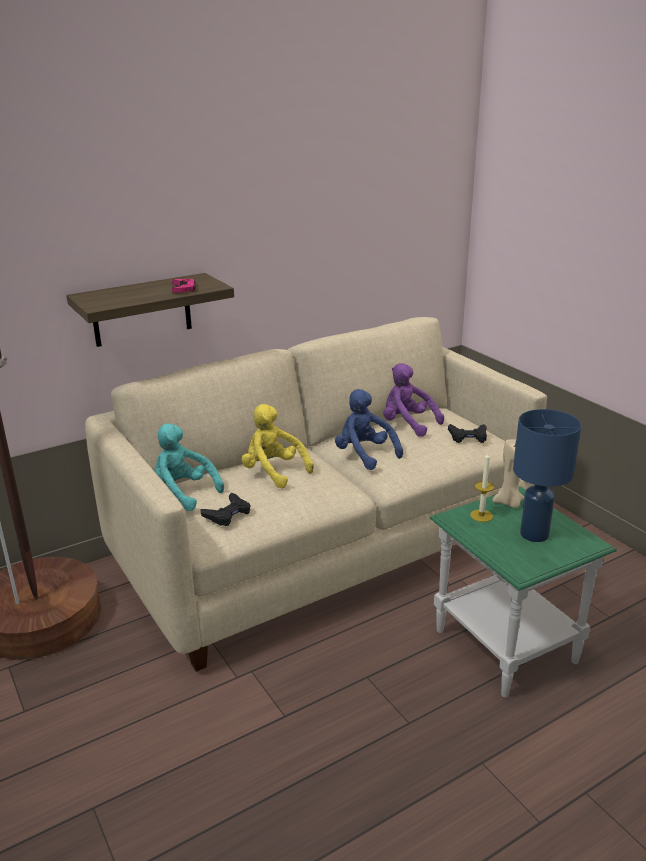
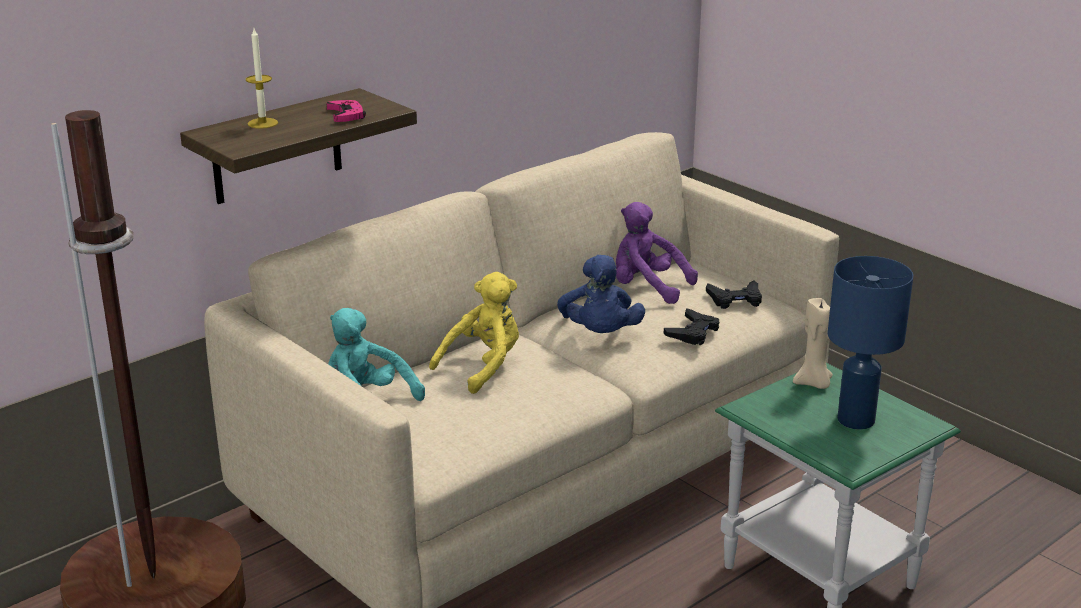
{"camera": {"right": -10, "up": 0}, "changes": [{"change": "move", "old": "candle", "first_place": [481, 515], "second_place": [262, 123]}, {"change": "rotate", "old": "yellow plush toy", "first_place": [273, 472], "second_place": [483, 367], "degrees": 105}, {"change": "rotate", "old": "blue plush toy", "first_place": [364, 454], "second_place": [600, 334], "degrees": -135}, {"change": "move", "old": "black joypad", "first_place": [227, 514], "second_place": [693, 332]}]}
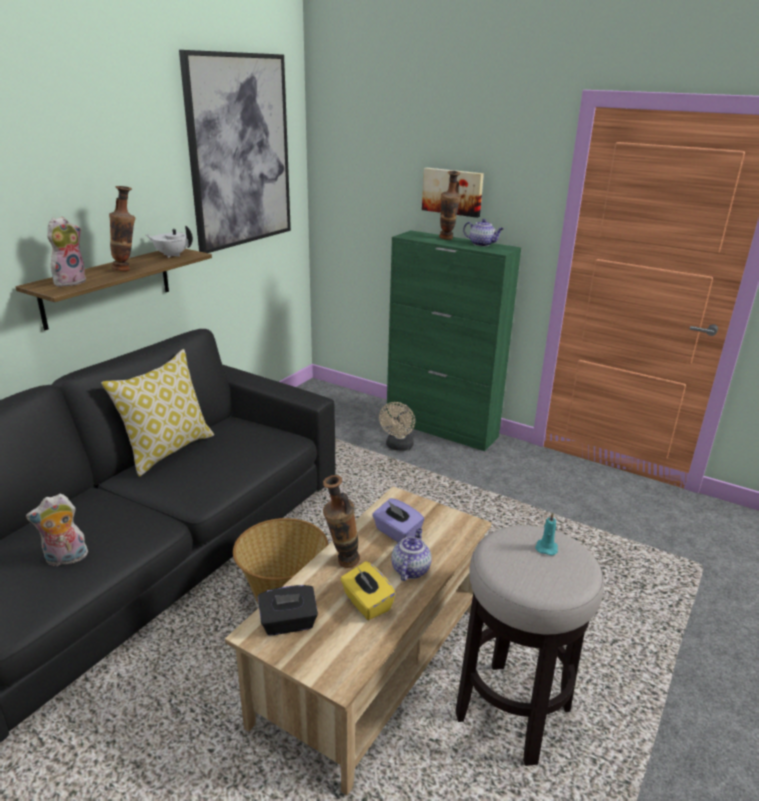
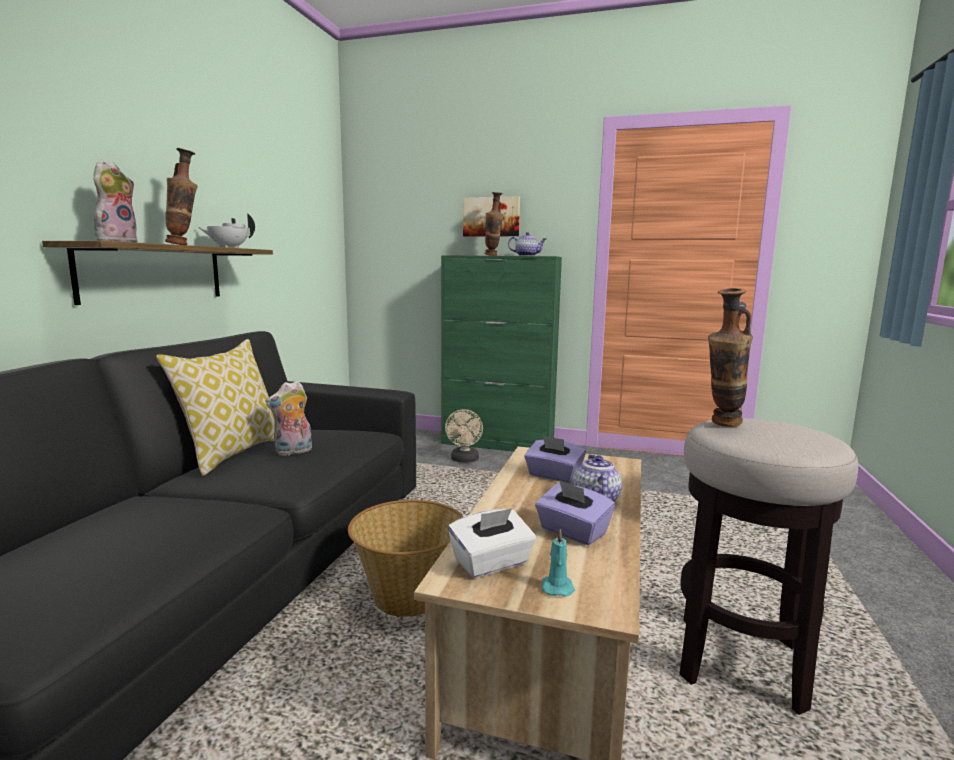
{"camera": {"right": -15, "up": -15}, "changes": [{"change": "move", "old": "plush toy", "first_place": [65, 559], "second_place": [293, 452]}, {"change": "recolor", "old": "black box of tissues", "new": "white-coloured box of tissues", "first_place": [288, 623], "second_place": [491, 563]}, {"change": "recolor", "old": "yellow box of tissues", "new": "purple box of tissues", "first_place": [366, 603], "second_place": [572, 532]}, {"change": "move", "old": "turquoise-coloured candle", "first_place": [546, 547], "second_place": [557, 587]}, {"change": "move", "old": "decorative vase", "first_place": [341, 563], "second_place": [722, 425]}, {"change": "delete", "old": "picture", "first_place": [239, 152]}]}
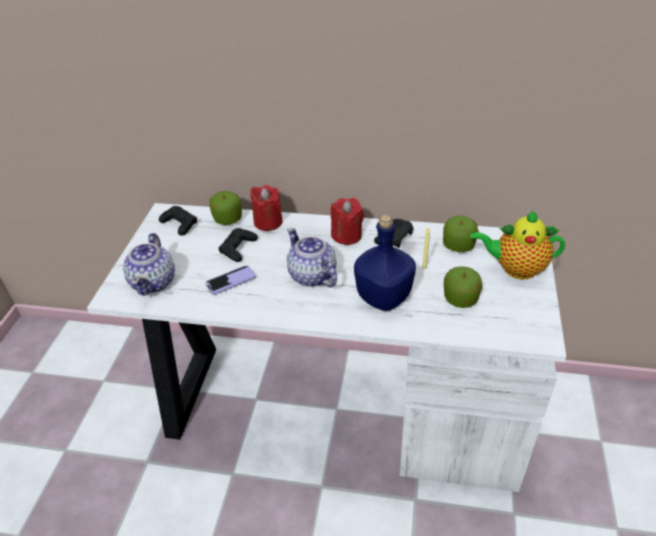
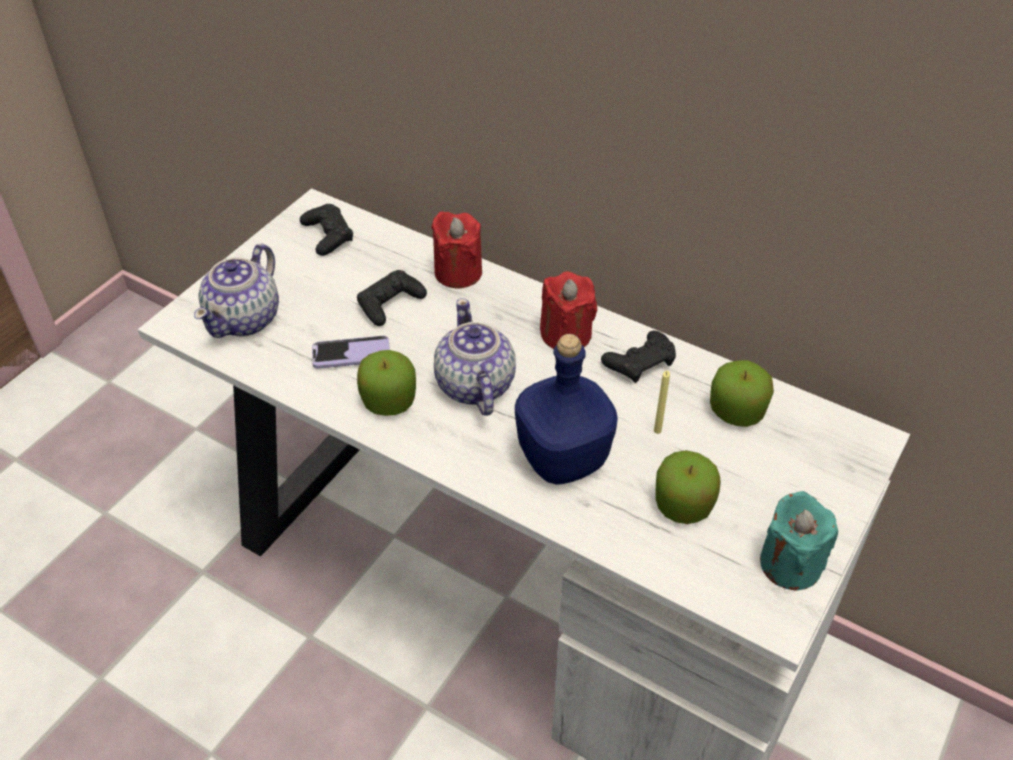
{"camera": {"right": 20, "up": 5}, "changes": [{"change": "move", "old": "apple fruit", "first_place": [228, 219], "second_place": [389, 400]}, {"change": "insert", "new": "turquoise-coloured candle", "second_place": [790, 564]}, {"change": "delete", "old": "teapot", "first_place": [515, 269]}]}
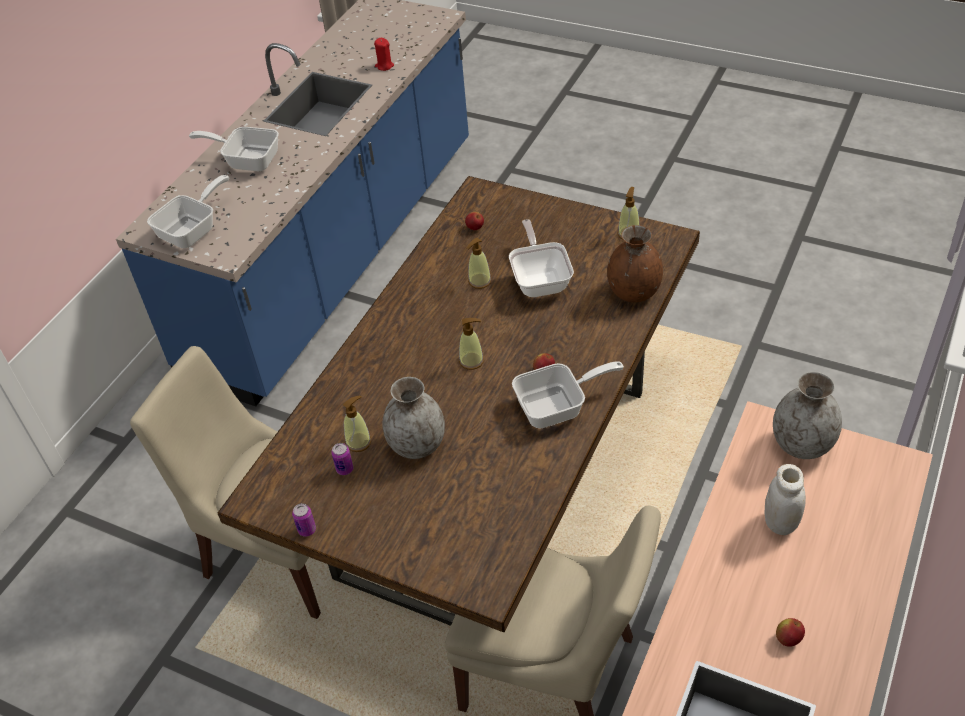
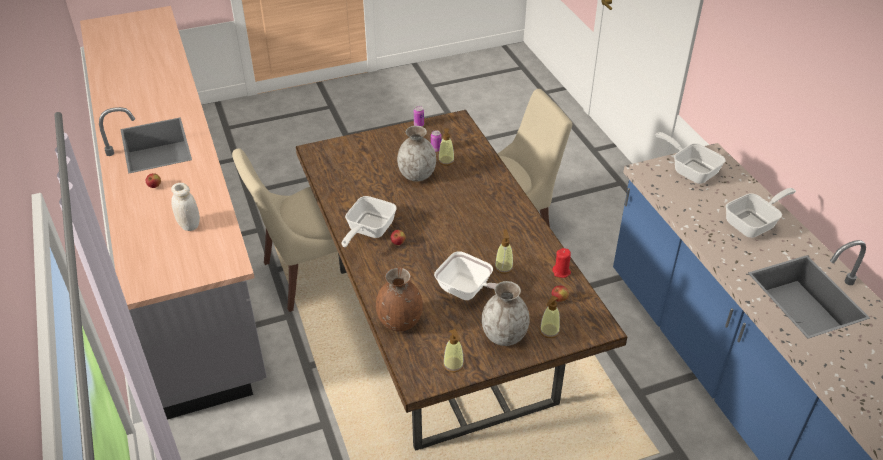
{"camera": {"right": 130, "up": -5}, "changes": [{"change": "move", "old": "grey decorative vase", "first_place": [801, 444], "second_place": [504, 336]}, {"change": "move", "old": "soap dispenser", "first_place": [471, 361], "second_place": [549, 331]}, {"change": "move", "old": "reddish candle", "first_place": [384, 66], "second_place": [561, 272]}, {"change": "rotate", "old": "pan", "first_place": [193, 230], "second_place": [690, 170], "degrees": 150}]}
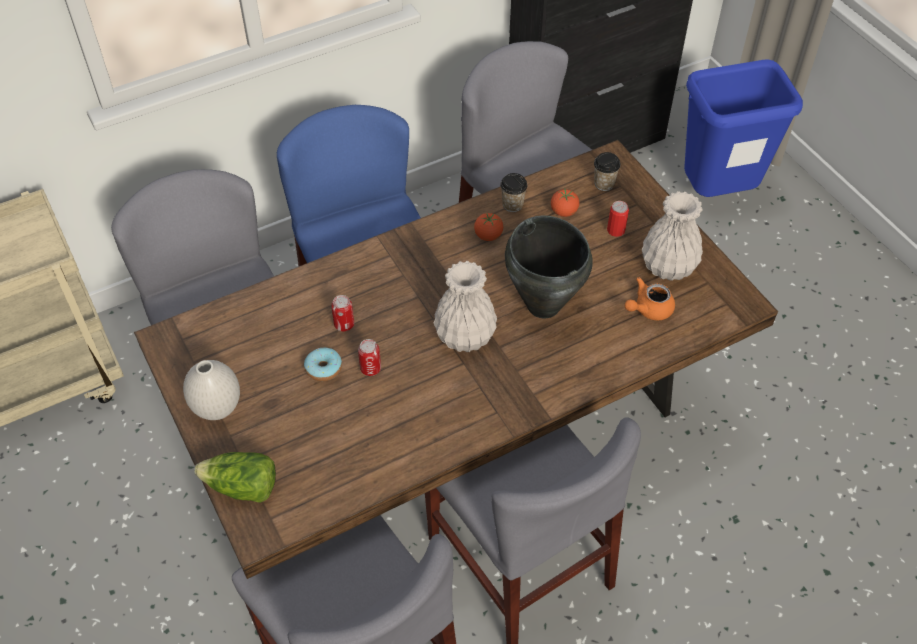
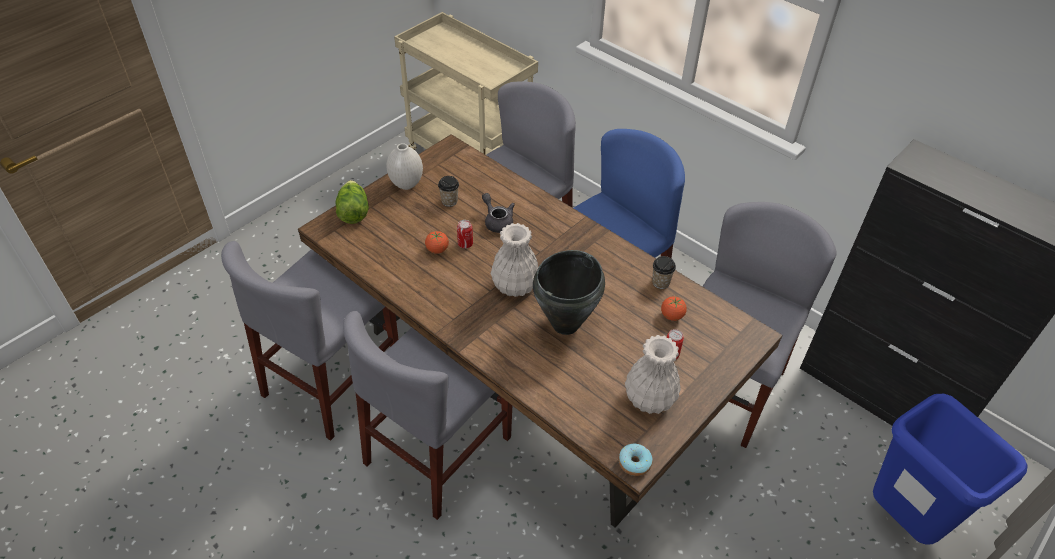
{"camera": {"right": 70, "up": -5}, "changes": [{"change": "move", "old": "fresh tomato", "first_place": [488, 236], "second_place": [437, 250]}, {"change": "move", "old": "small cup", "first_place": [604, 184], "second_place": [449, 201]}, {"change": "replace", "old": "can", "new": "grey teapot", "first_place": [344, 324], "second_place": [497, 221]}, {"change": "move", "old": "ring doughnut", "first_place": [323, 368], "second_place": [634, 463]}, {"change": "delete", "old": "orange-coloured teapot", "first_place": [648, 309]}]}
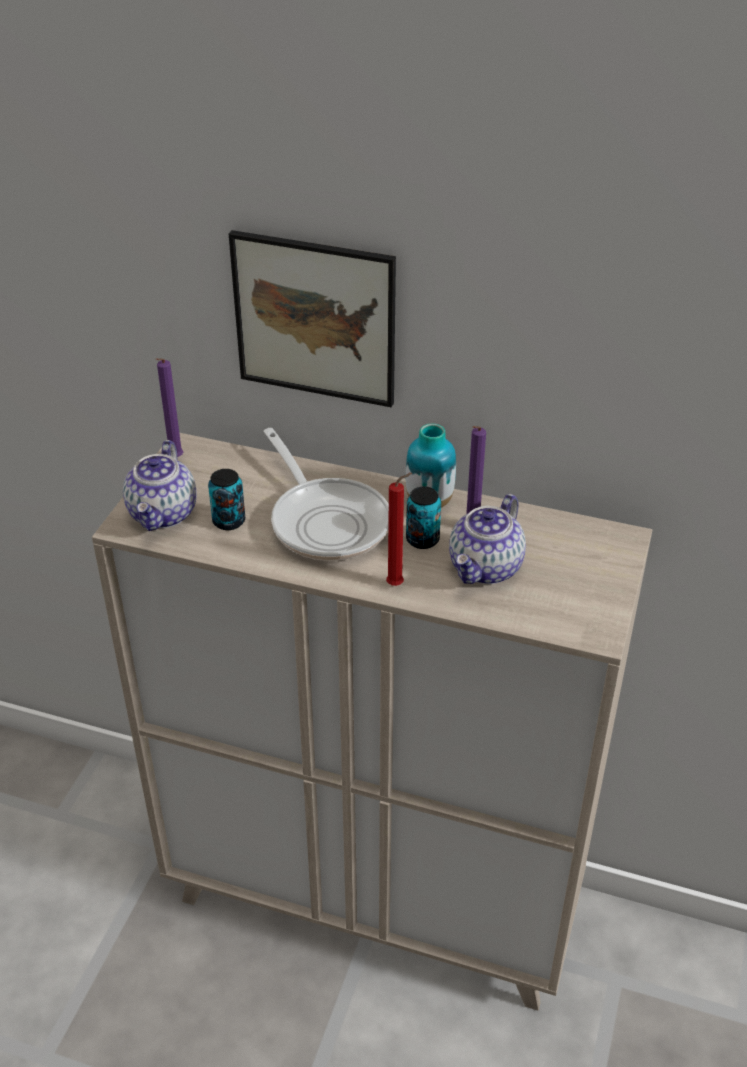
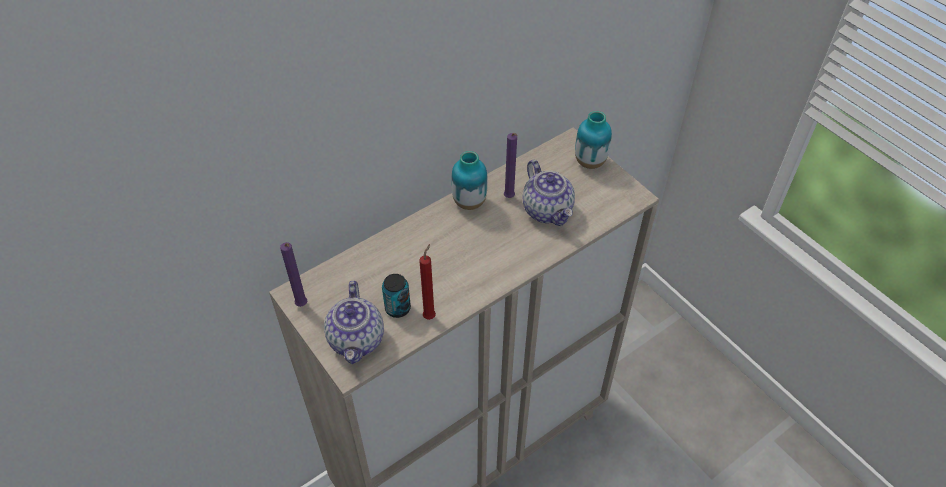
{"camera": {"right": -55, "up": 10}, "changes": [{"change": "rotate", "old": "teapot", "first_place": [164, 514], "second_place": [357, 340], "degrees": 45}, {"change": "move", "old": "reddish candle", "first_place": [397, 585], "second_place": [430, 315]}, {"change": "insert", "new": "decorative vase", "second_place": [590, 162]}, {"change": "delete", "old": "picture", "first_place": [315, 319]}, {"change": "delete", "old": "pan", "first_place": [326, 521]}, {"change": "delete", "old": "can", "first_place": [422, 539]}]}
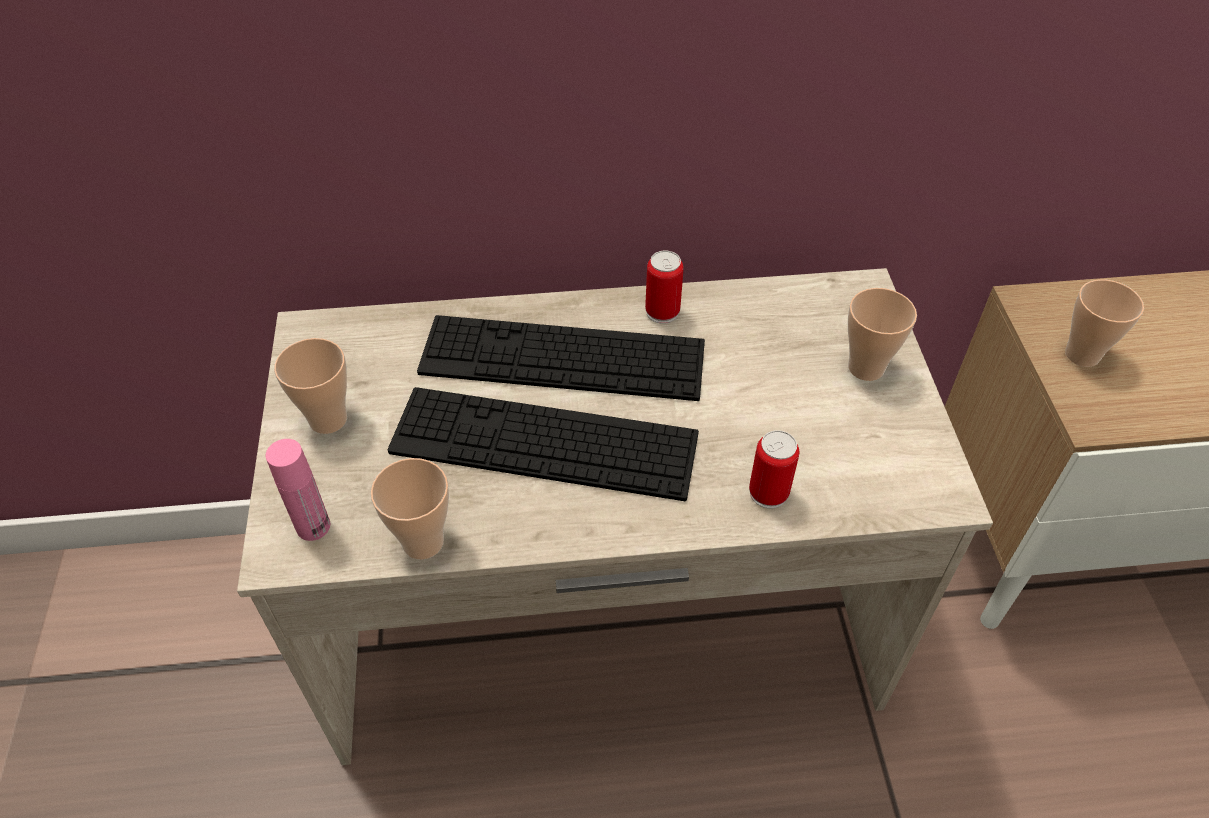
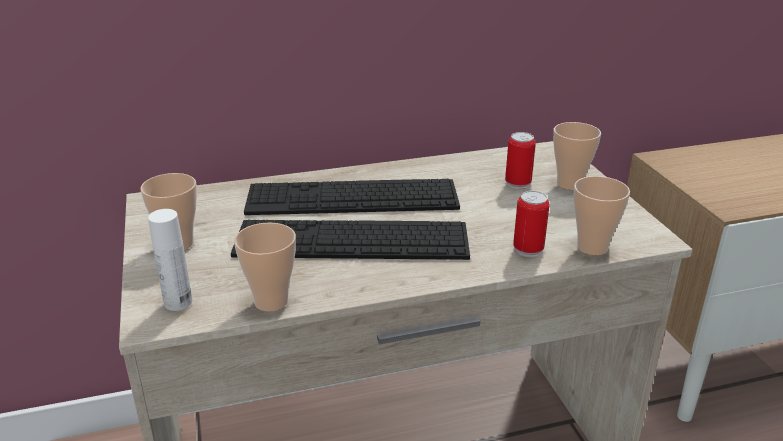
{"camera": {"right": -10, "up": -20}, "changes": [{"change": "recolor", "old": "pinkish beverage bottle", "new": "white-coloured beverage bottle", "first_place": [313, 526], "second_place": [178, 302]}, {"change": "move", "old": "can", "first_place": [662, 312], "second_place": [518, 183]}, {"change": "move", "old": "small cup", "first_place": [1082, 354], "second_place": [592, 247]}]}
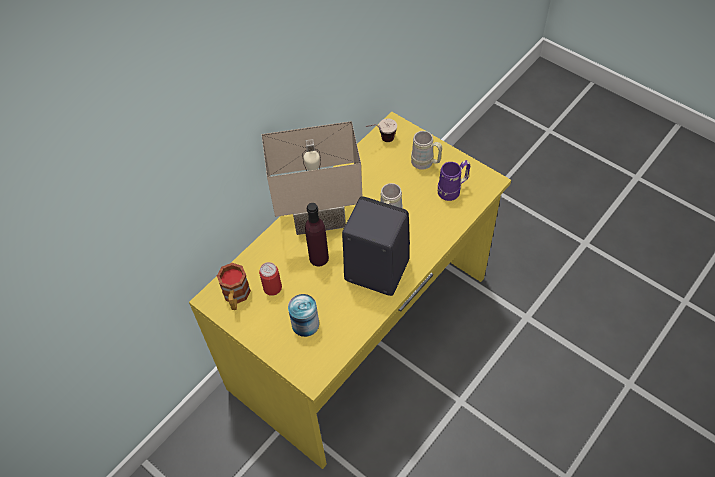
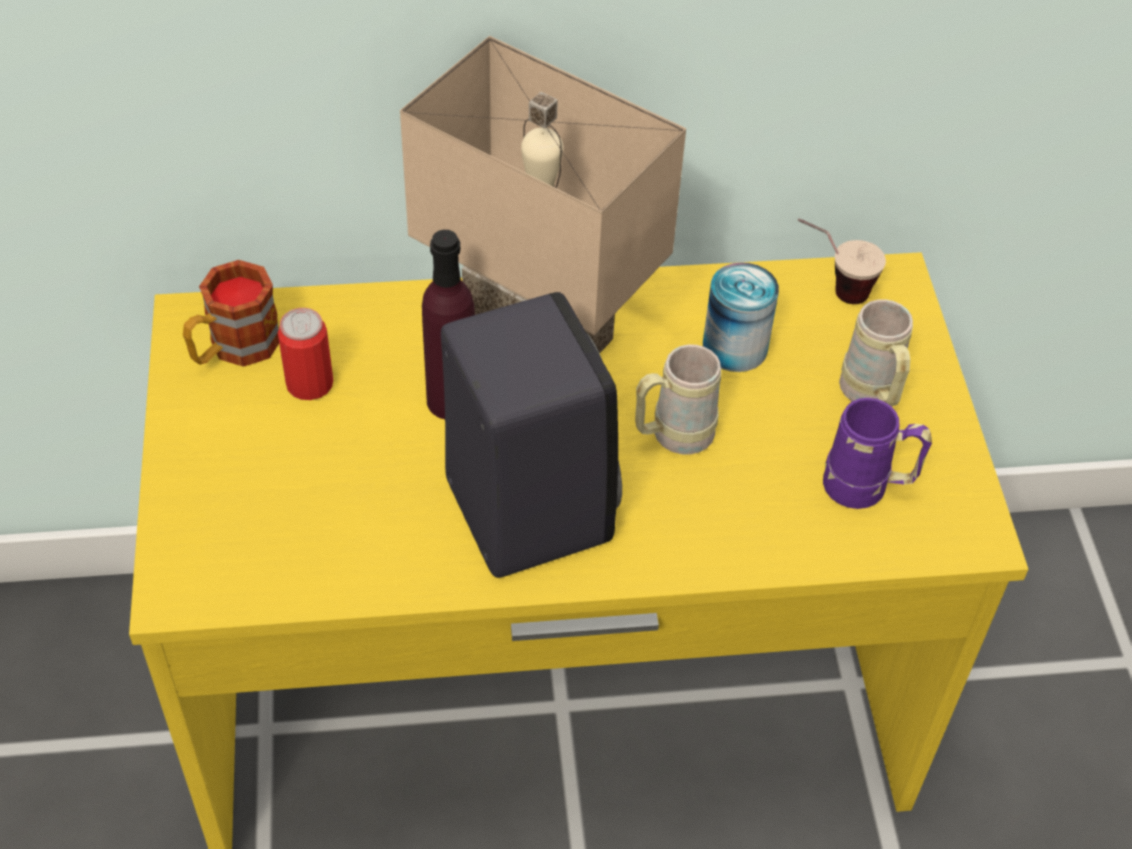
{"camera": {"right": 40, "up": -5}, "changes": [{"change": "move", "old": "can", "first_place": [305, 324], "second_place": [735, 347]}]}
